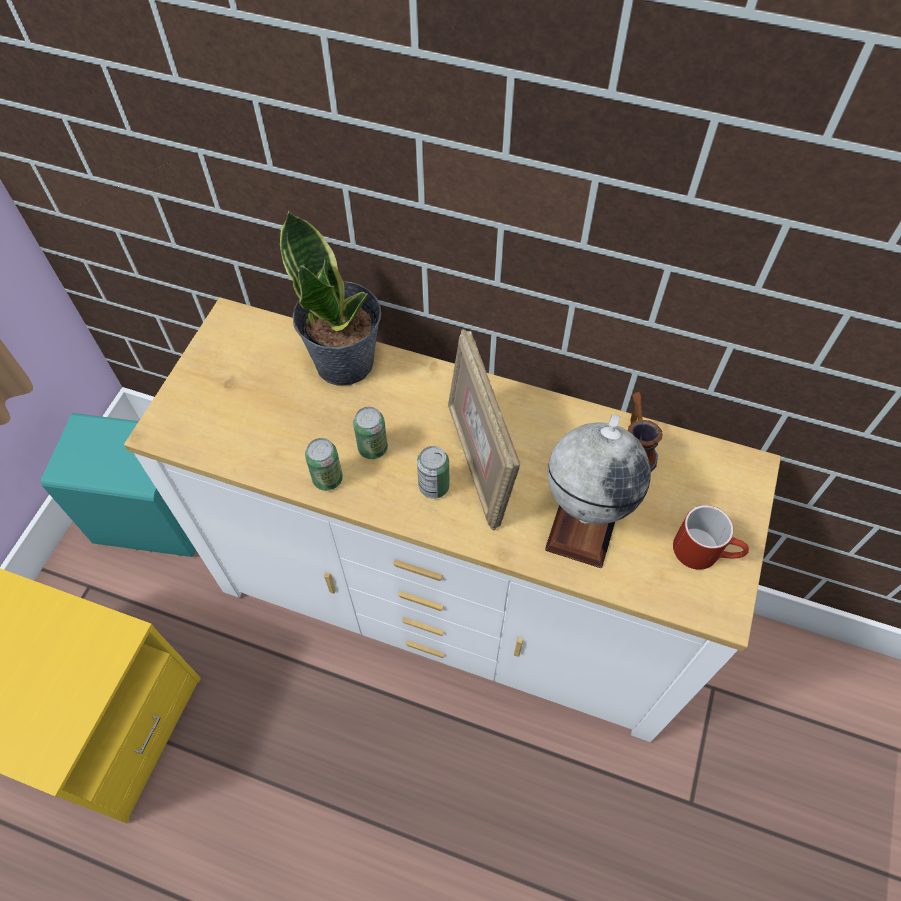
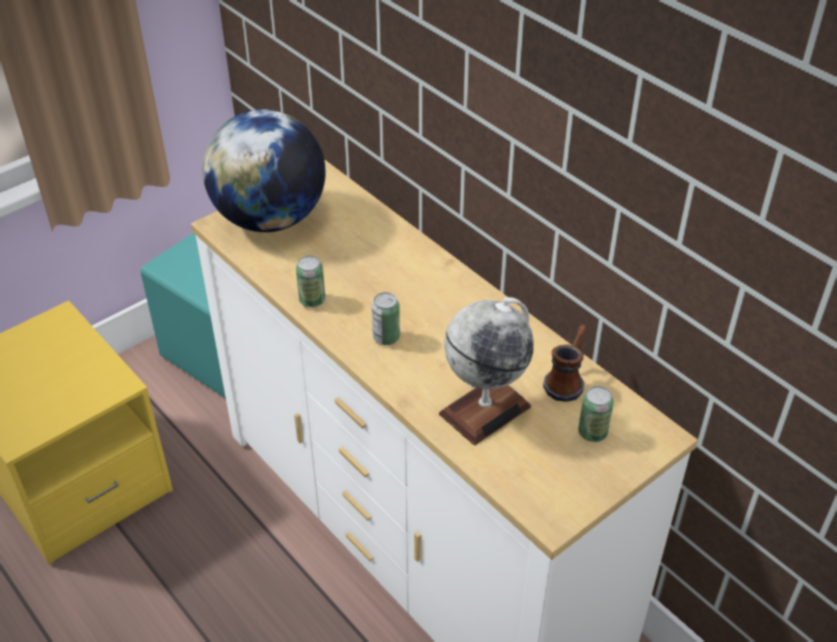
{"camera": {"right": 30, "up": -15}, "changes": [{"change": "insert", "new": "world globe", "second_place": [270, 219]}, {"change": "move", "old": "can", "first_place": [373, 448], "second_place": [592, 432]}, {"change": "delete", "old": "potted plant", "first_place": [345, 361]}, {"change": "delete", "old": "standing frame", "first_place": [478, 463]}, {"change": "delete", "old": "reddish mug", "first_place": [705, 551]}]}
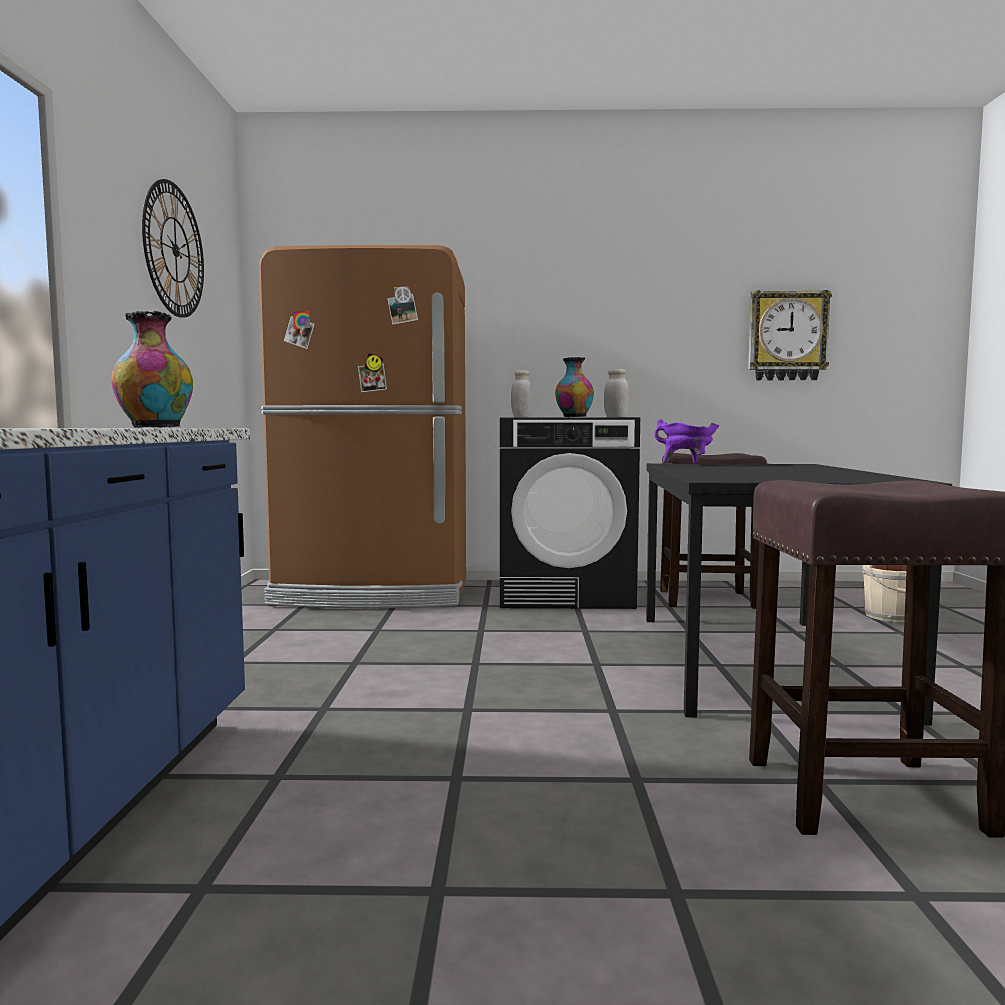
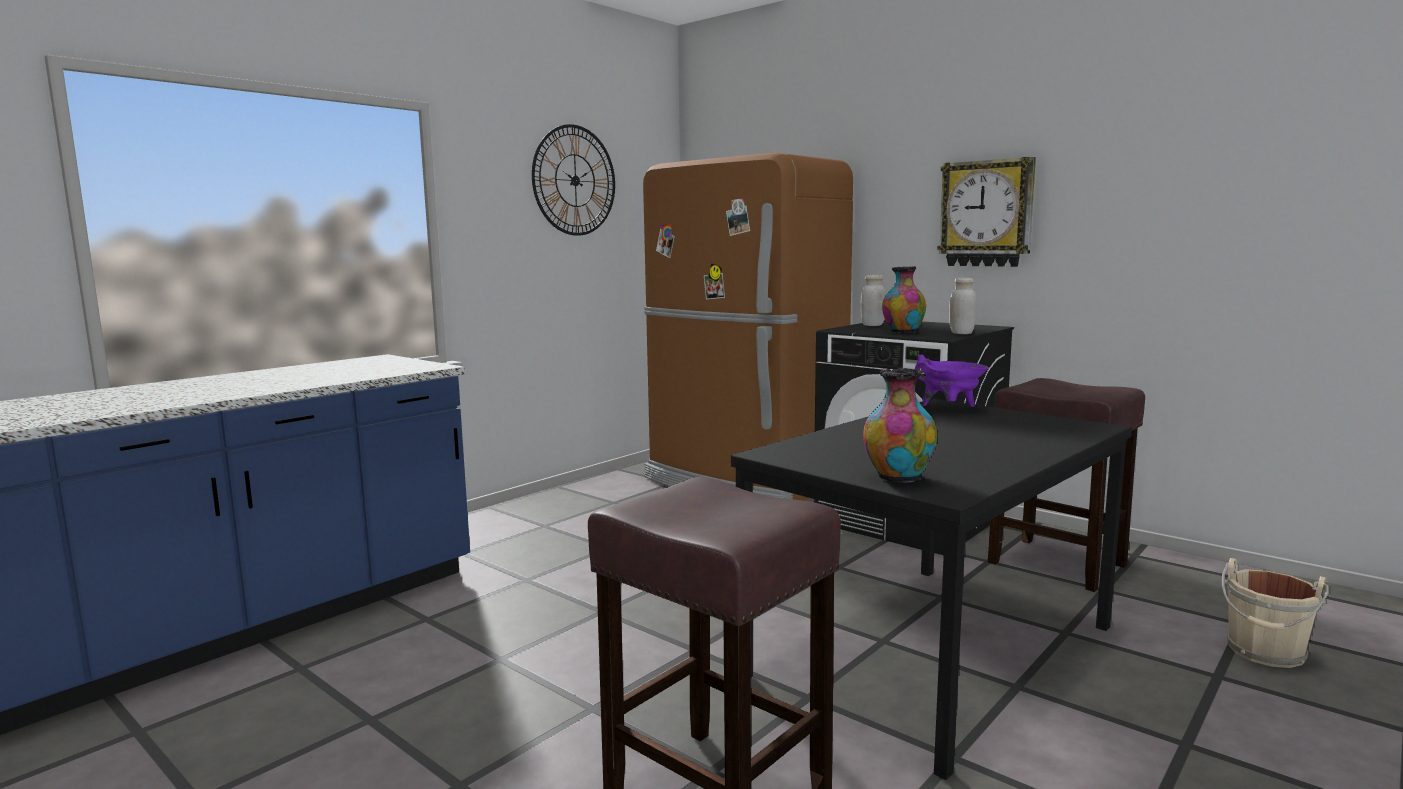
{"camera": {"right": 40, "up": 5}, "changes": [{"change": "move", "old": "decorative vase", "first_place": [155, 427], "second_place": [898, 477]}, {"change": "move", "old": "wall clock", "first_place": [787, 336], "second_place": [986, 214]}]}
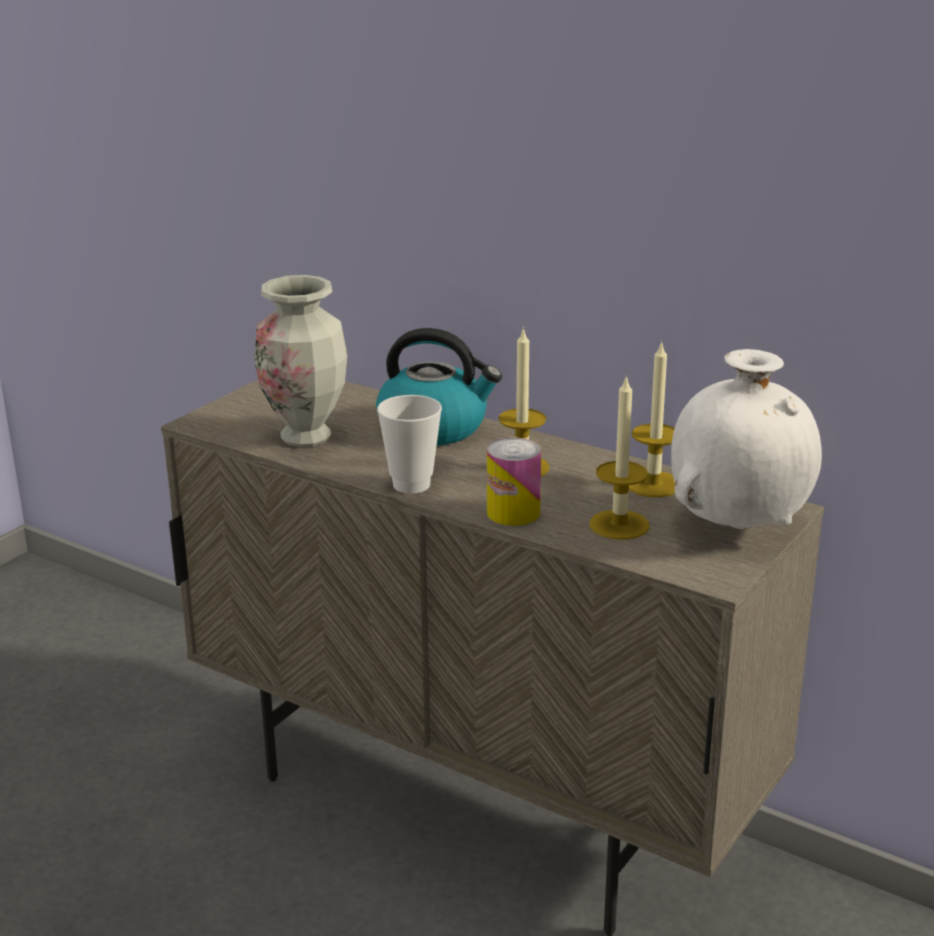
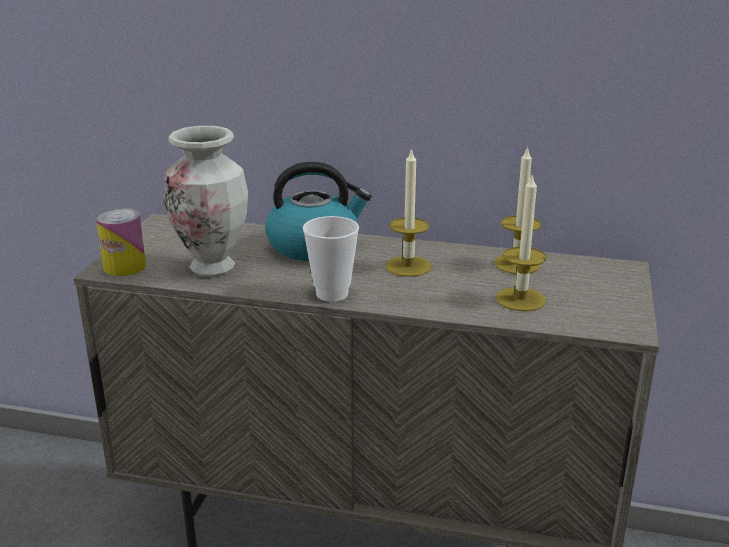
{"camera": {"right": -20, "up": 0}, "changes": [{"change": "move", "old": "can", "first_place": [513, 513], "second_place": [124, 267]}, {"change": "delete", "old": "white-coloured decorative vase", "first_place": [739, 526]}]}
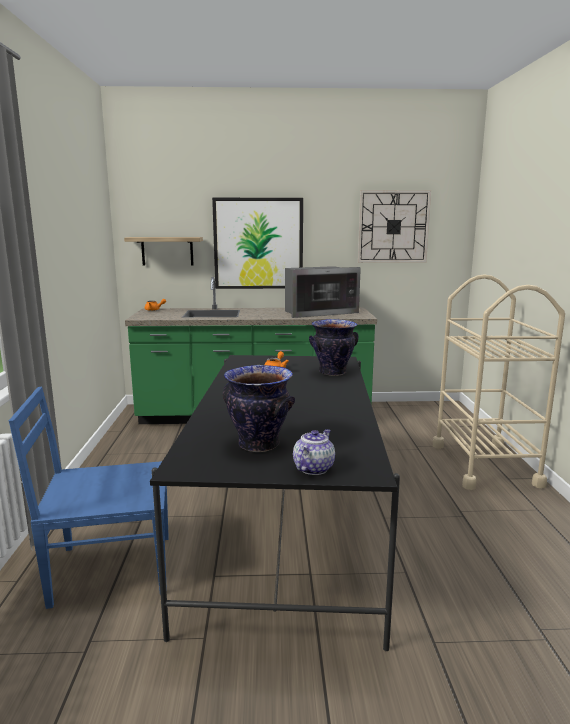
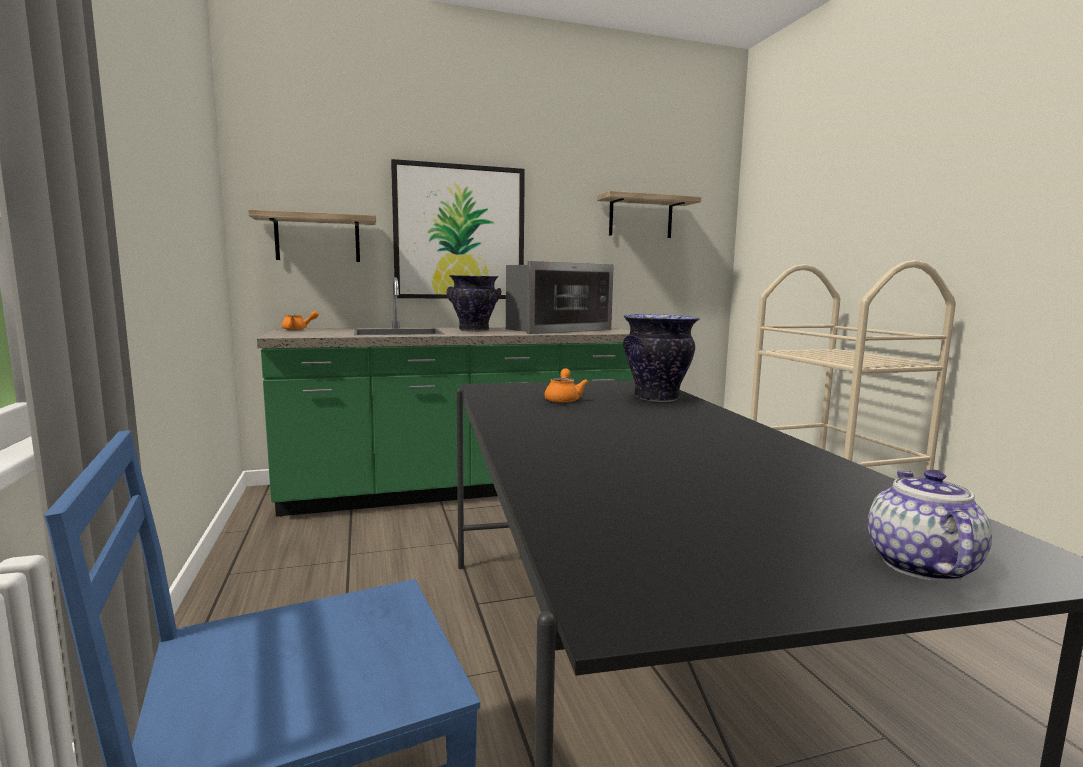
{"camera": {"right": -15, "up": -5}, "changes": [{"change": "move", "old": "decorative vase", "first_place": [258, 445], "second_place": [473, 330]}, {"change": "replace", "old": "wall clock", "new": "wall shelf", "first_place": [393, 227], "second_place": [640, 217]}]}
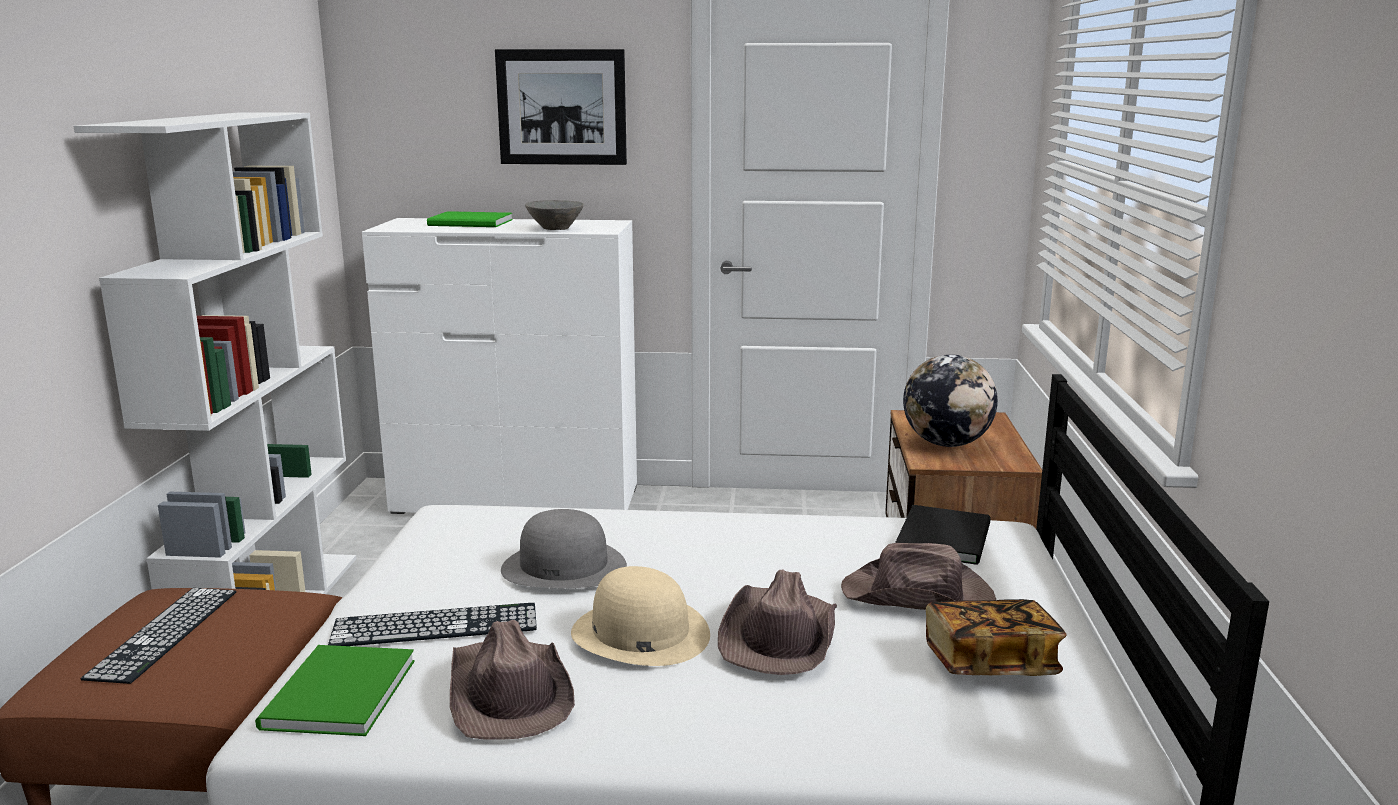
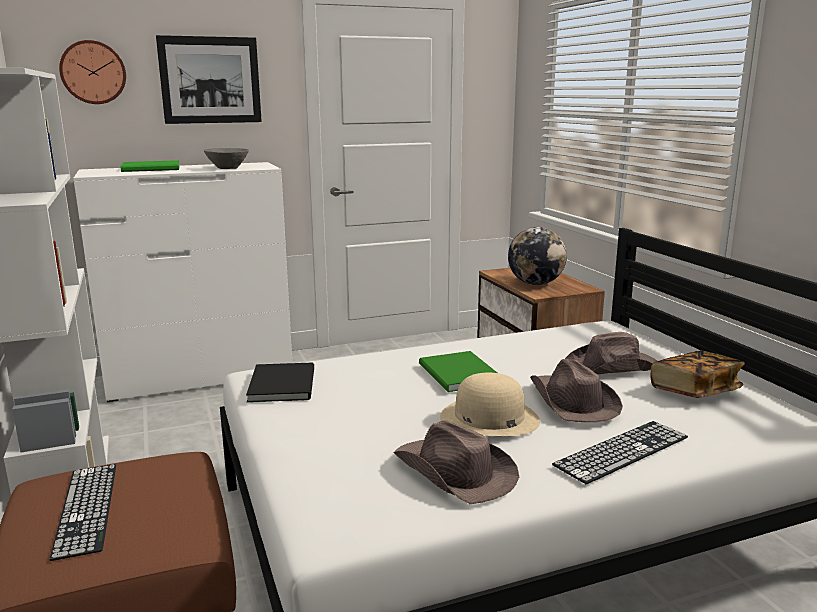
{"camera": {"right": -25, "up": 0}, "changes": [{"change": "insert", "new": "wall clock", "second_place": [93, 72]}, {"change": "move", "old": "black book", "first_place": [947, 537], "second_place": [284, 383]}, {"change": "move", "old": "greenish book", "first_place": [334, 696], "second_place": [458, 375]}, {"change": "move", "old": "keyboard", "first_place": [435, 625], "second_place": [622, 451]}, {"change": "delete", "old": "grey wearable hat", "first_place": [564, 567]}]}
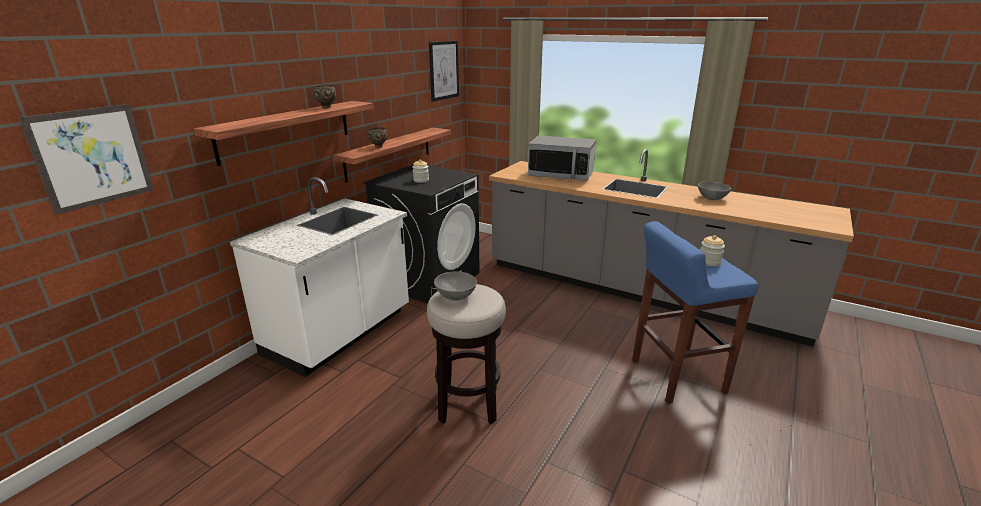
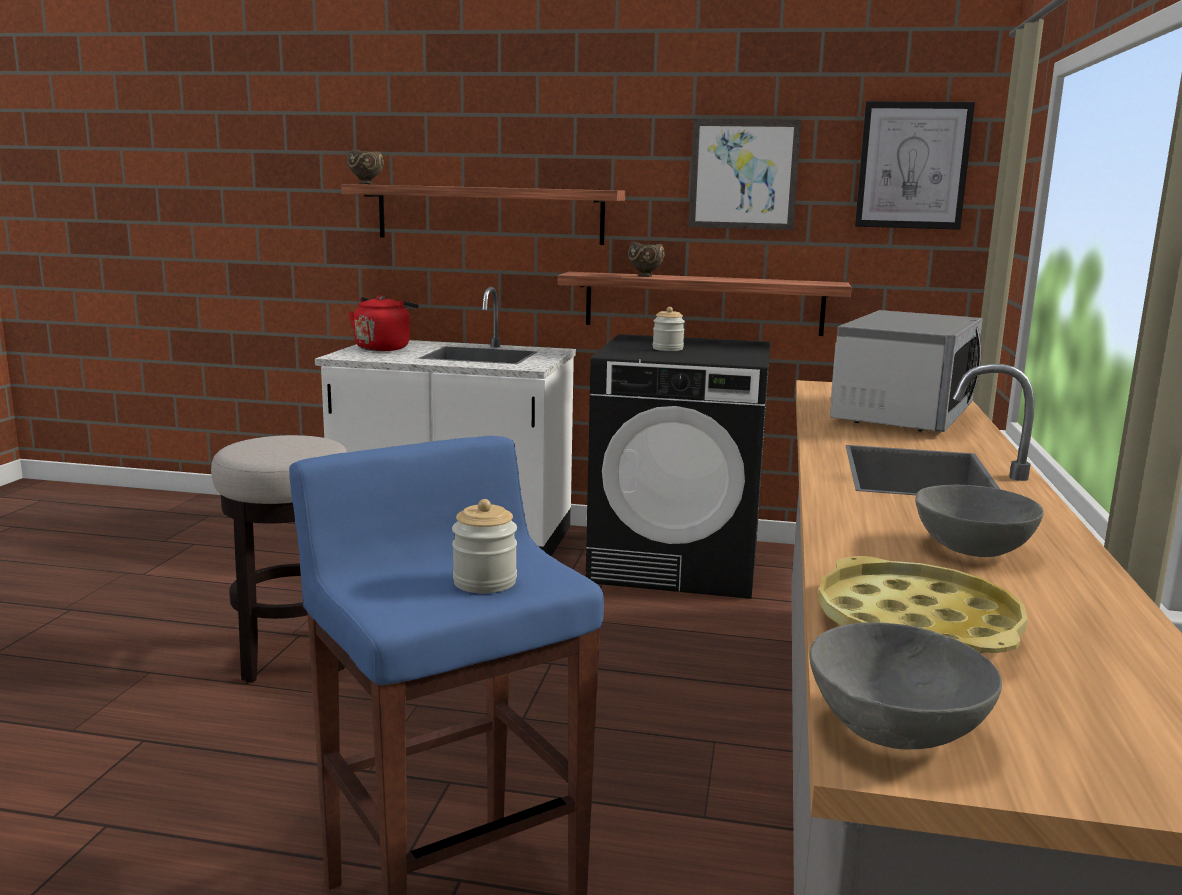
{"camera": {"right": 70, "up": -10}, "changes": [{"change": "move", "old": "brownish bowl", "first_place": [326, 107], "second_place": [366, 184]}, {"change": "insert", "new": "reddish kettle", "second_place": [384, 348]}, {"change": "move", "old": "picture", "first_place": [92, 157], "second_place": [743, 174]}, {"change": "move", "old": "grey bowl", "first_place": [456, 296], "second_place": [895, 730]}, {"change": "insert", "new": "yellow tray", "second_place": [916, 625]}, {"change": "rotate", "old": "microwave", "first_place": [561, 175], "second_place": [901, 415], "degrees": -150}]}
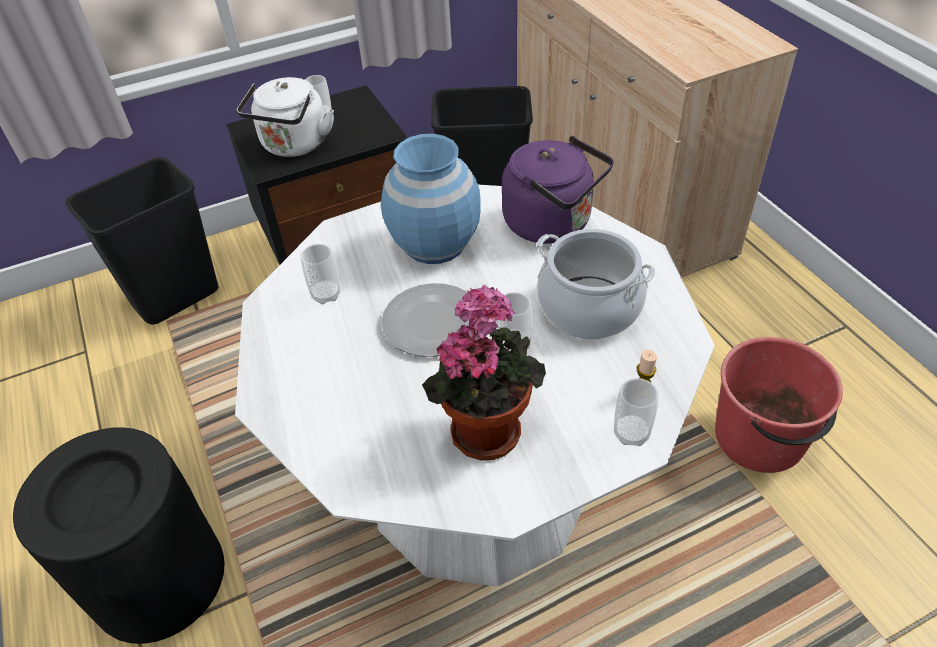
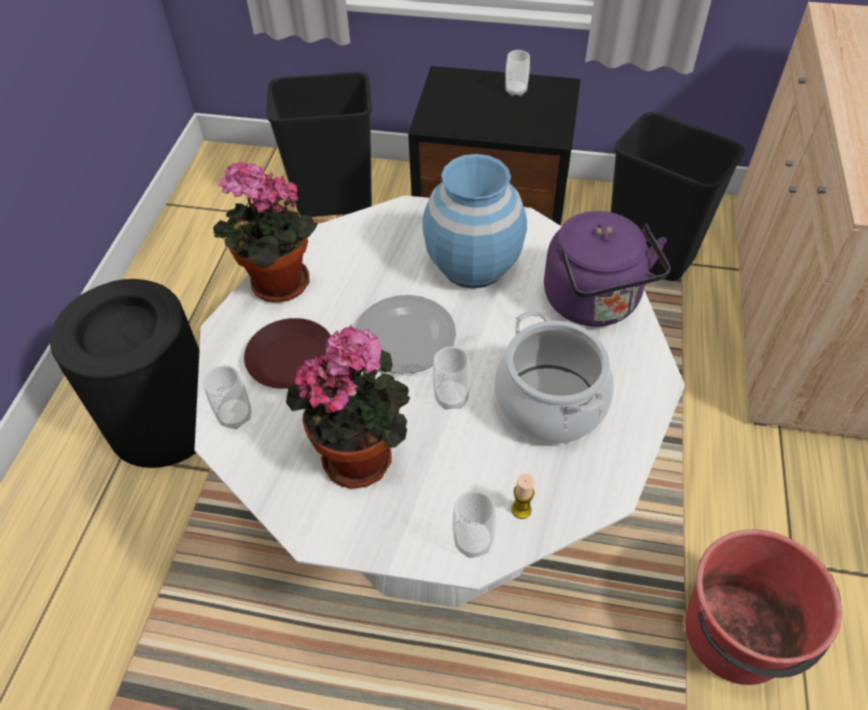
{"camera": {"right": 35, "up": 5}, "changes": [{"change": "move", "old": "small cup", "first_place": [326, 294], "second_place": [235, 416]}, {"change": "insert", "new": "potted plant", "second_place": [276, 287]}, {"change": "insert", "new": "brownish dinner plate", "second_place": [290, 360]}, {"change": "delete", "old": "white-coloured kettle", "first_place": [294, 146]}]}
